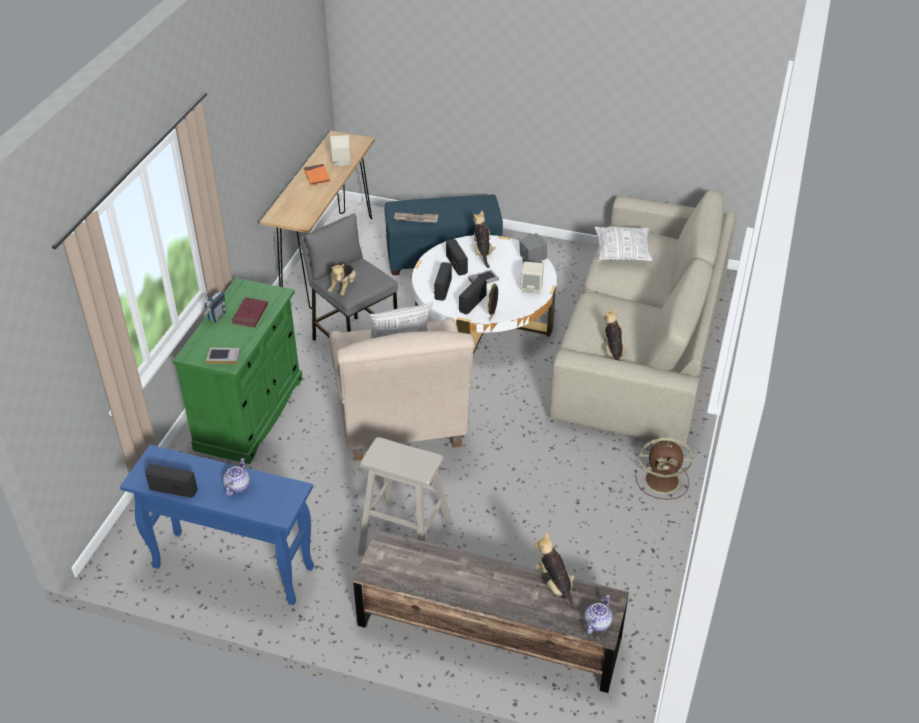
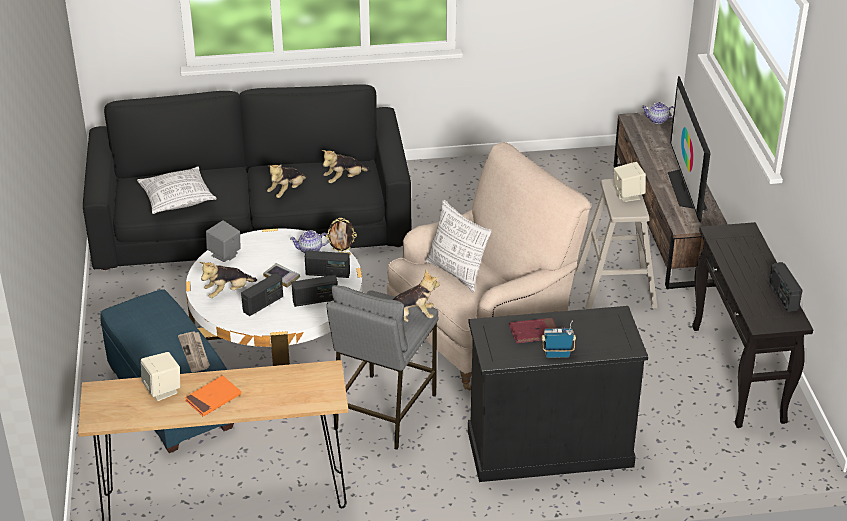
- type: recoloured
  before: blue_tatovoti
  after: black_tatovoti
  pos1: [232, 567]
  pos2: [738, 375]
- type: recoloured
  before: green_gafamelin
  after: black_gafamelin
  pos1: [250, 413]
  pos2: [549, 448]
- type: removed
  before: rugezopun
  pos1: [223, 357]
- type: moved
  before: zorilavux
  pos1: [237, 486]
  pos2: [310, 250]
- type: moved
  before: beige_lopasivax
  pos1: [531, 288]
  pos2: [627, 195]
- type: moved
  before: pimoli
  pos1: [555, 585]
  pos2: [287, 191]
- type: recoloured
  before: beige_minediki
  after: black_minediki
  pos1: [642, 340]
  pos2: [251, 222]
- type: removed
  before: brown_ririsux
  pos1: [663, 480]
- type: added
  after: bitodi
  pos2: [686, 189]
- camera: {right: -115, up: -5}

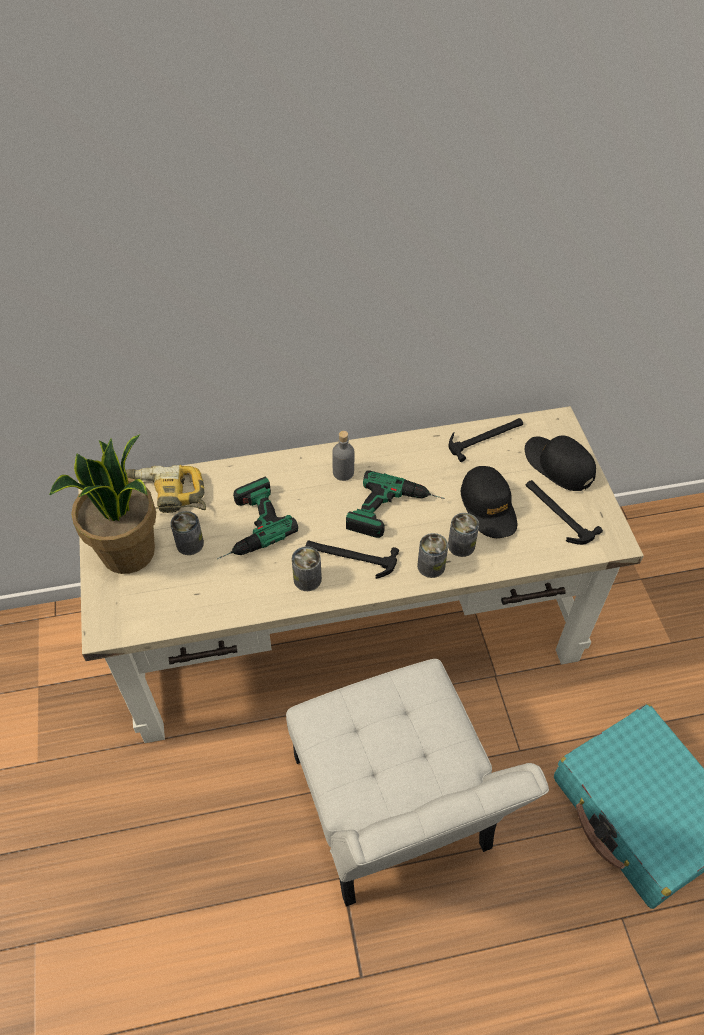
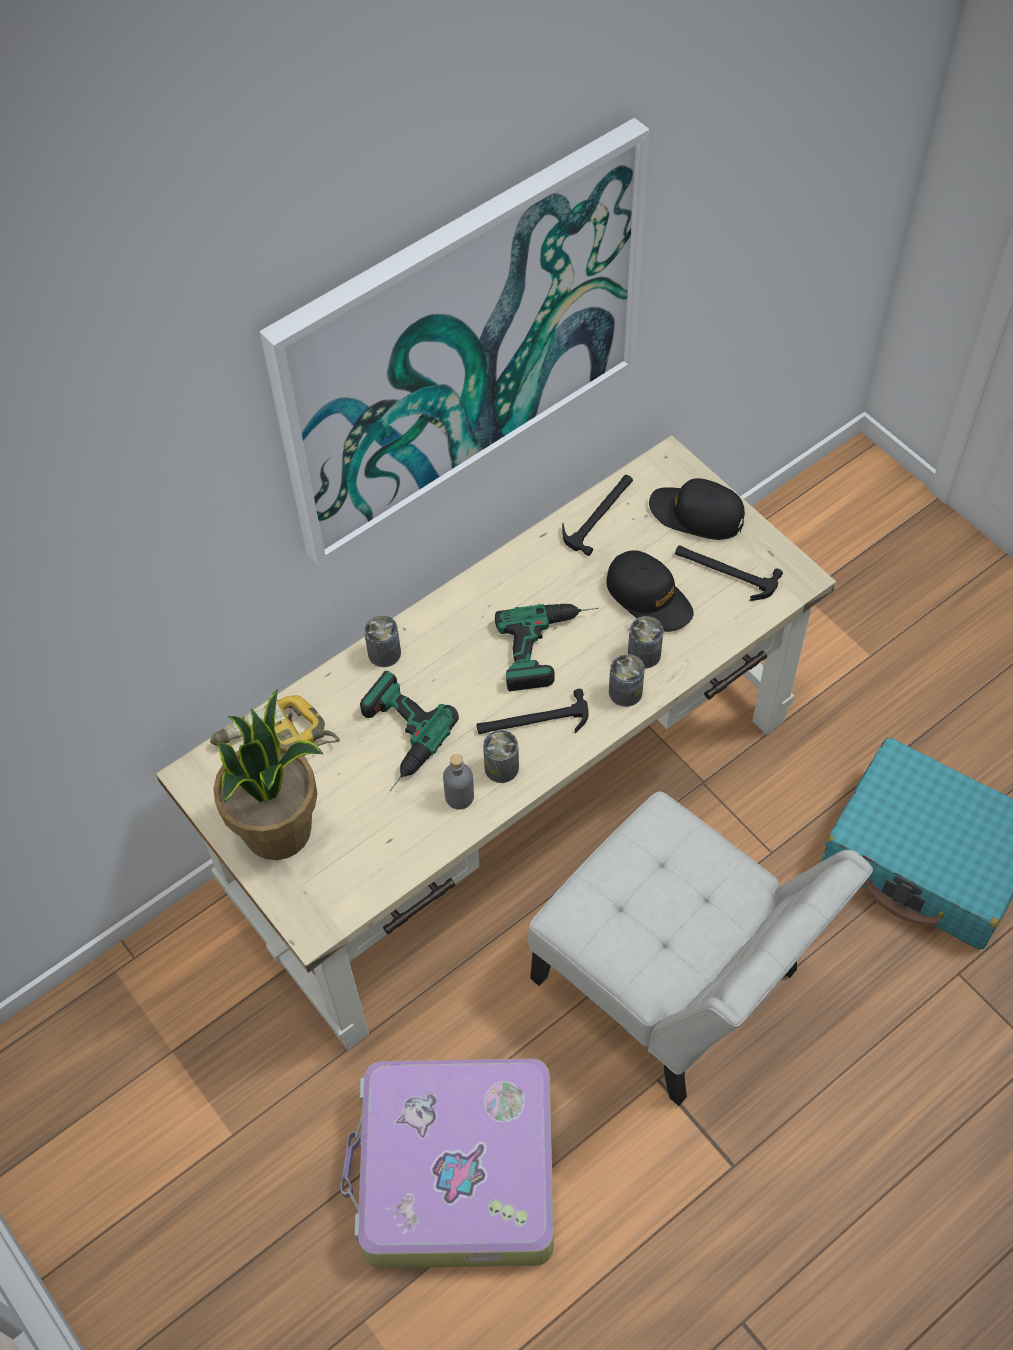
- type: moved
  before: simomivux
  pos1: [190, 544]
  pos2: [384, 653]
- type: moved
  before: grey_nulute
  pos1: [343, 472]
  pos2: [459, 796]
- type: added
  after: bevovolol
  pos2: [463, 344]
- type: added
  after: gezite
  pos2: [455, 1173]
- camera: {right: -25, up: 5}

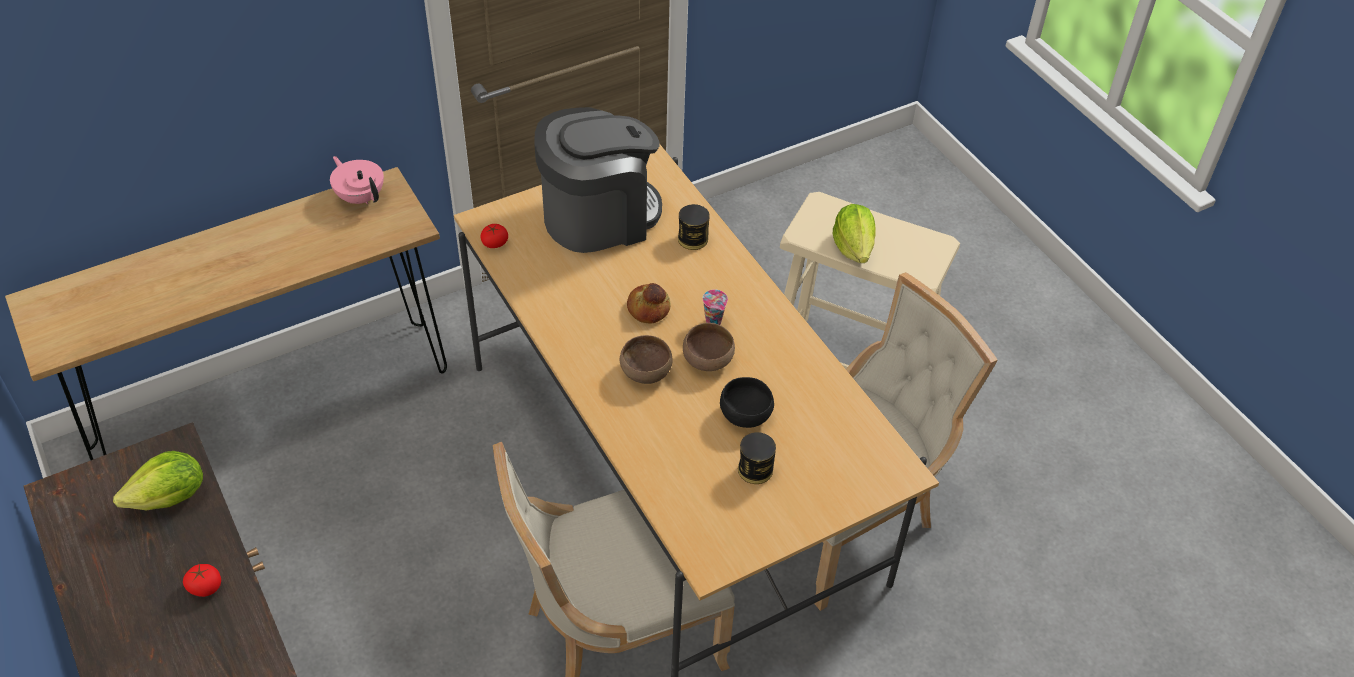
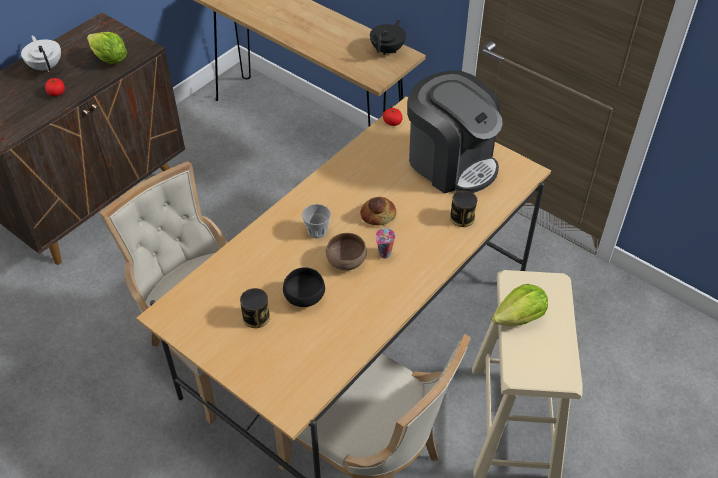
- type: recoloured
  before: pink_zorilavux
  after: black_zorilavux
  pos1: [360, 197]
  pos2: [388, 50]
- type: replaced
  before: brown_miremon
  after: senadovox
  pos1: [645, 372]
  pos2: [317, 231]
- type: added
  after: white_zorilavux
  pos2: [46, 66]
- camera: {right: 70, up: 0}

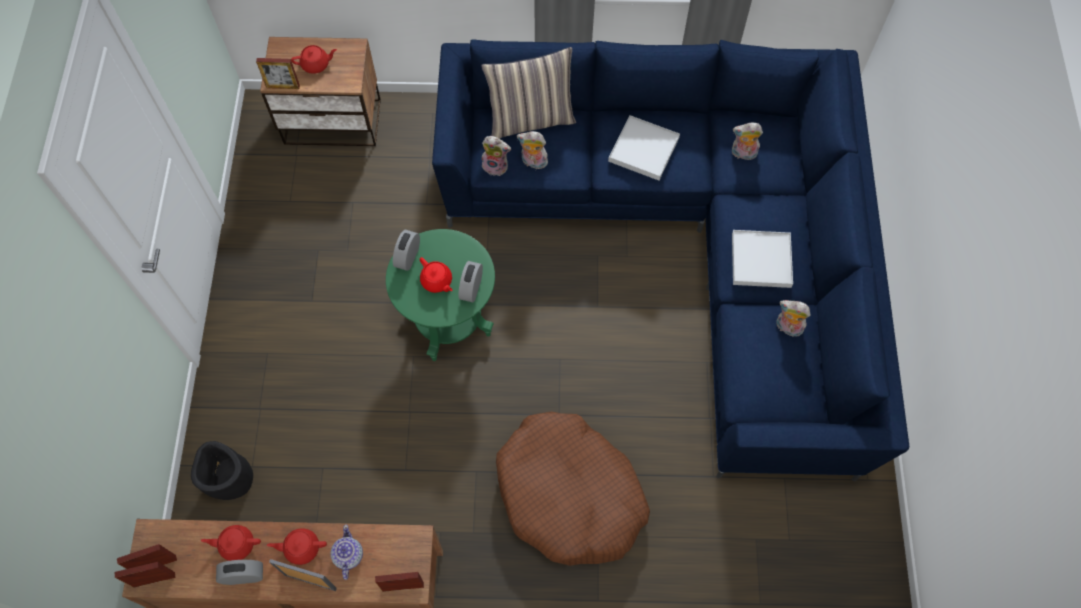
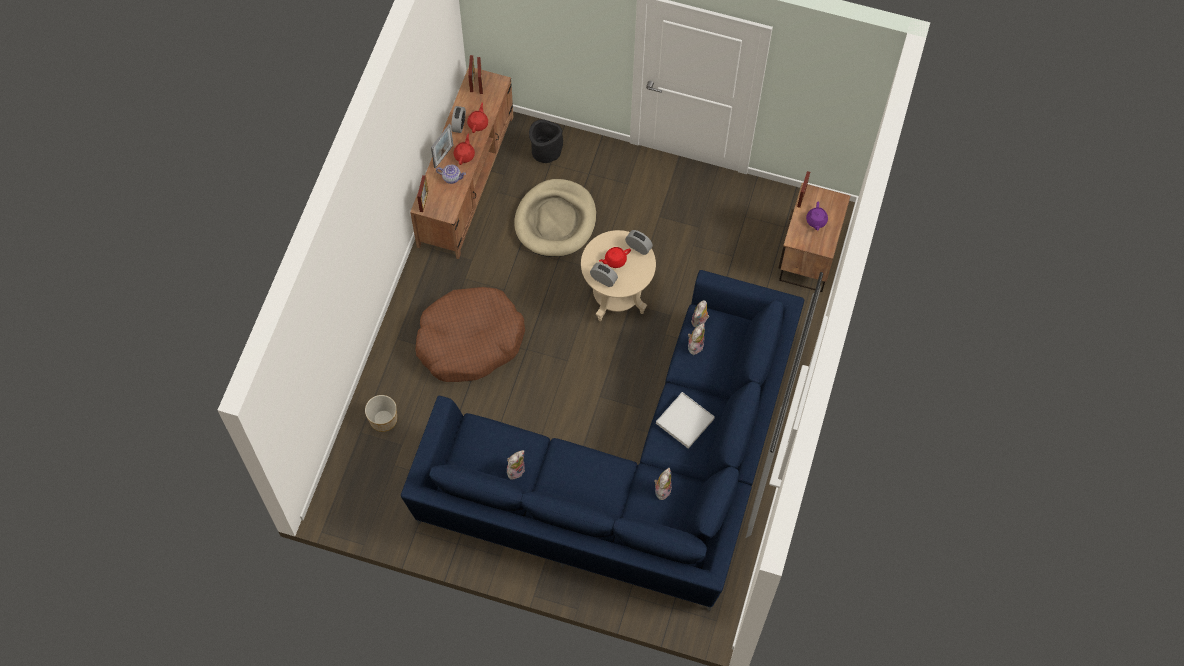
- type: recoloured
  before: red_zorilavux
  after: purple_zorilavux
  pos1: [316, 65]
  pos2: [816, 221]
- type: recoloured
  before: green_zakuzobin
  after: beige_zakuzobin
  pos1: [449, 322]
  pos2: [616, 297]
- type: removed
  before: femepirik
  pos1: [531, 119]
- type: removed
  before: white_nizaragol
  pos1: [760, 260]
- type: added
  after: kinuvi
  pos2: [383, 419]
- type: added
  after: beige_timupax
  pos2: [555, 220]
- camera: {right: 105, up: 0}

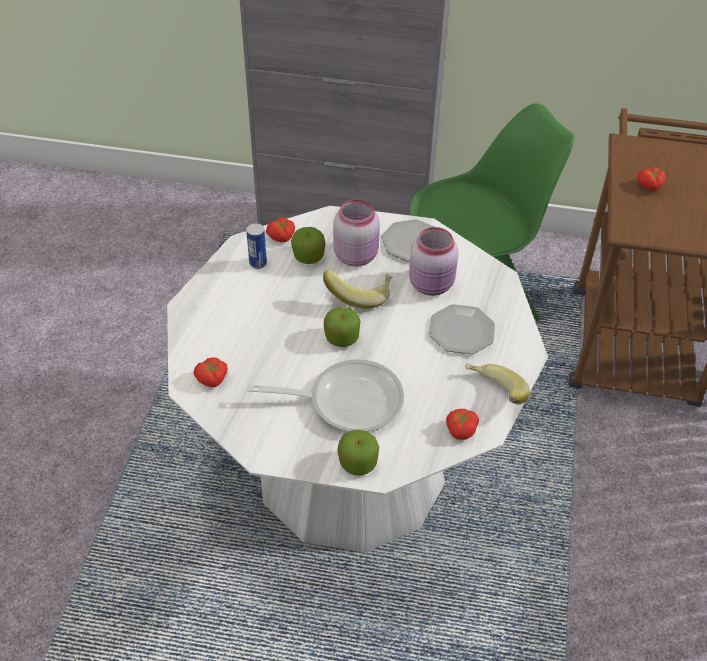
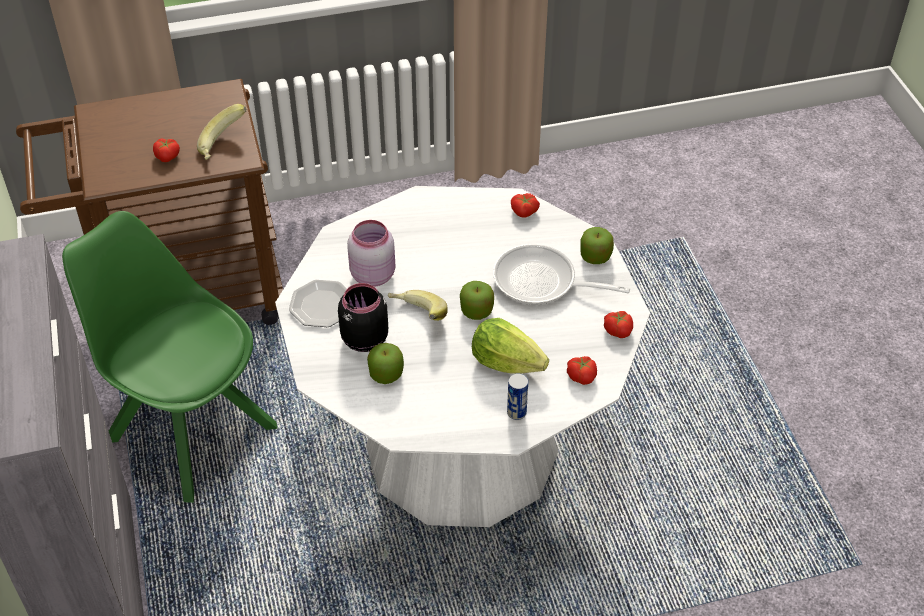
- type: moved
  before: simomivux
  pos1: [258, 263]
  pos2: [516, 413]
- type: turned
  before: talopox
  pos1: [347, 400]
  pos2: [542, 283]
  turn: -45
- type: moved
  before: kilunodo
  pos1: [281, 237]
  pos2: [618, 330]
- type: recoloured
  before: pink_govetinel
  after: black_govetinel
  pos1: [356, 255]
  pos2: [363, 339]
- type: removed
  before: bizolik
  pos1: [461, 331]
- type: moved
  before: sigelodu
  pos1: [493, 395]
  pos2: [224, 146]
- type: added
  after: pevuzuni
  pos2: [506, 362]
- camera: {right: -115, up: 0}

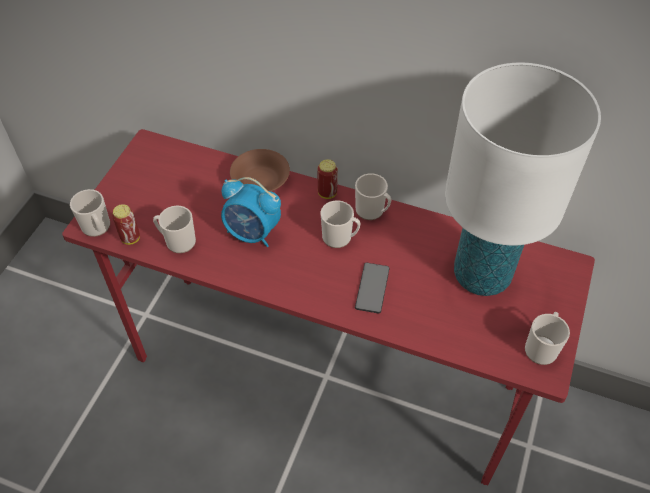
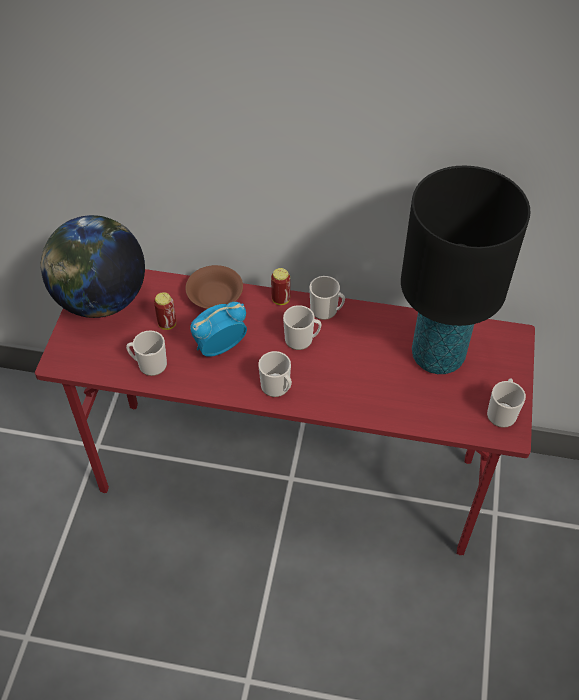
- type: moved
  before: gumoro
  pos1: [97, 228]
  pos2: [277, 388]
- type: moved
  before: simomivux
  pos1: [130, 238]
  pos2: [167, 324]
- type: turned
  before: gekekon
  pos1: [252, 233]
  pos2: [219, 347]
  turn: 135
- type: removed
  before: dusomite
  pos1: [372, 288]
- type: recoloured
  before: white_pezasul
  after: black_pezasul
  pos1: [482, 274]
  pos2: [437, 355]
- type: added
  after: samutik
  pos2: [101, 300]
- camera: {right: -10, up: 0}

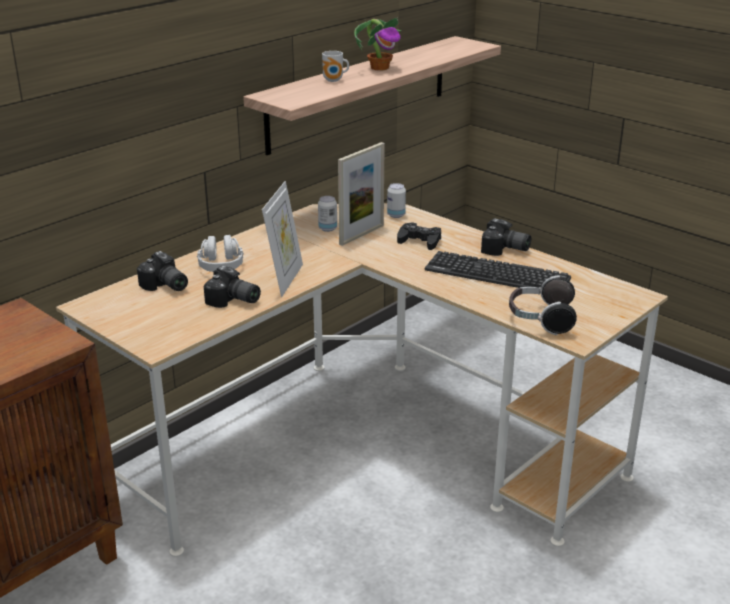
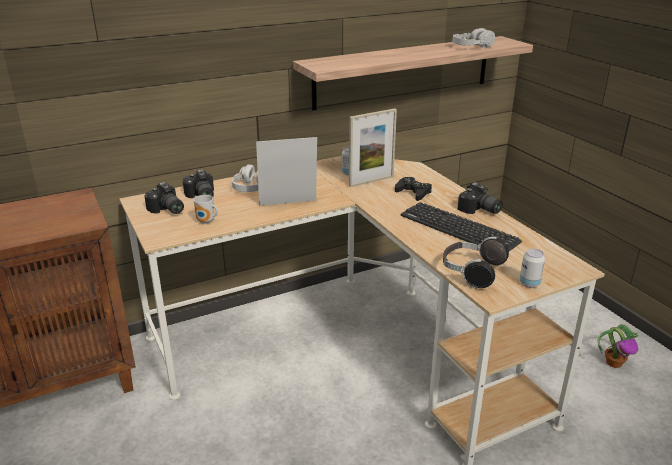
- type: moved
  before: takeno
  pos1: [233, 301]
  pos2: [166, 210]
- type: turned
  before: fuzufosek
  pos1: [285, 279]
  pos2: [288, 205]
  turn: -135
- type: moved
  before: gumoro
  pos1: [334, 80]
  pos2: [206, 222]
- type: moved
  before: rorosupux
  pos1: [380, 68]
  pos2: [614, 362]
- type: moved
  before: simomivux
  pos1: [396, 215]
  pos2: [529, 283]
- type: added
  after: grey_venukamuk
  pos2: [472, 47]
- camera: {right: 20, up: 0}

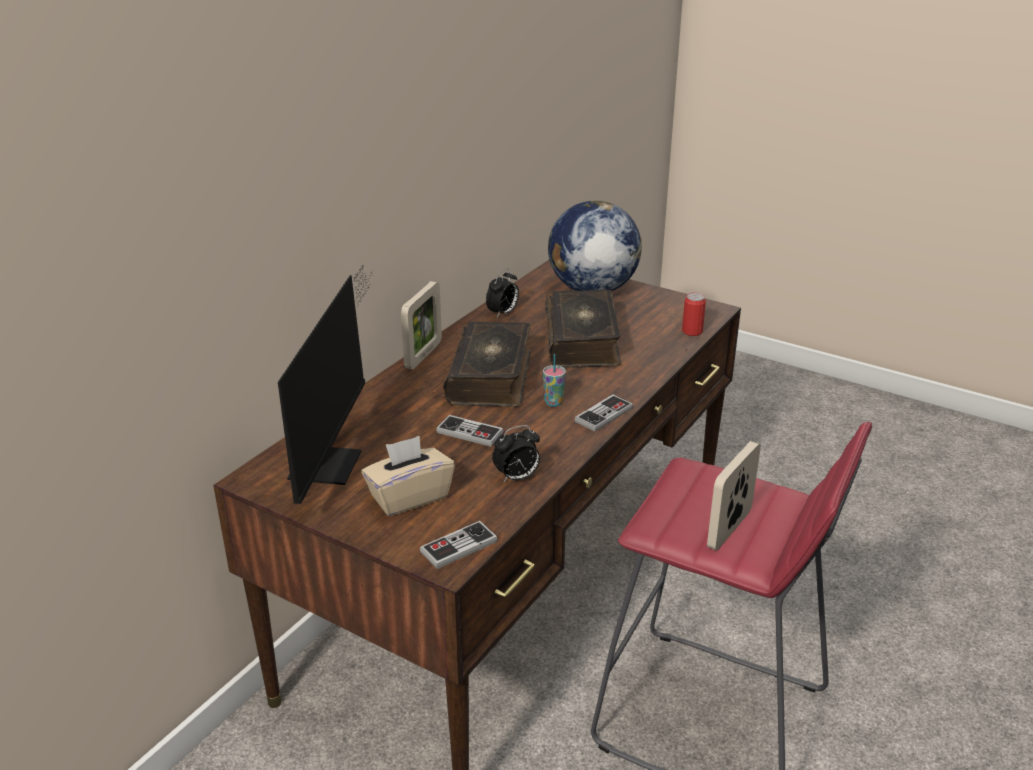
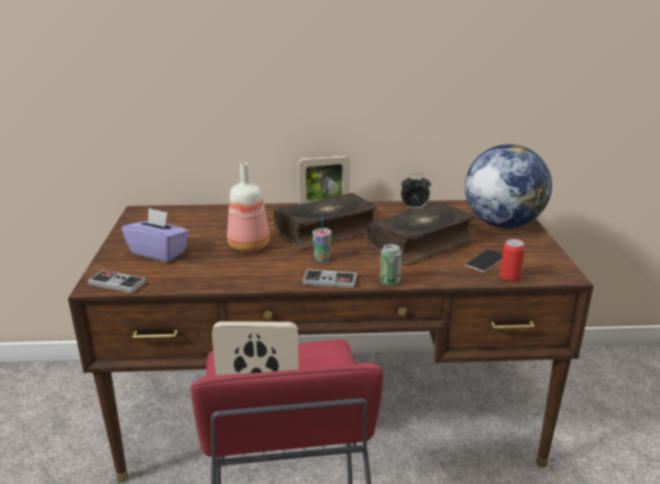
- type: removed
  before: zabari
  pos1: [331, 459]
- type: recoloured
  before: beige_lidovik
  after: purple_lidovik
  pos1: [409, 497]
  pos2: [159, 253]
- type: replaced
  before: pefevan
  after: nulute
  pos1: [470, 433]
  pos2: [250, 246]
- type: removed
  before: gekekon
  pos1: [517, 478]
- type: added
  after: simomivux
  pos2: [389, 282]
- type: added
  after: dusomite
  pos2: [485, 261]
- camera: {right: 55, up: -5}

